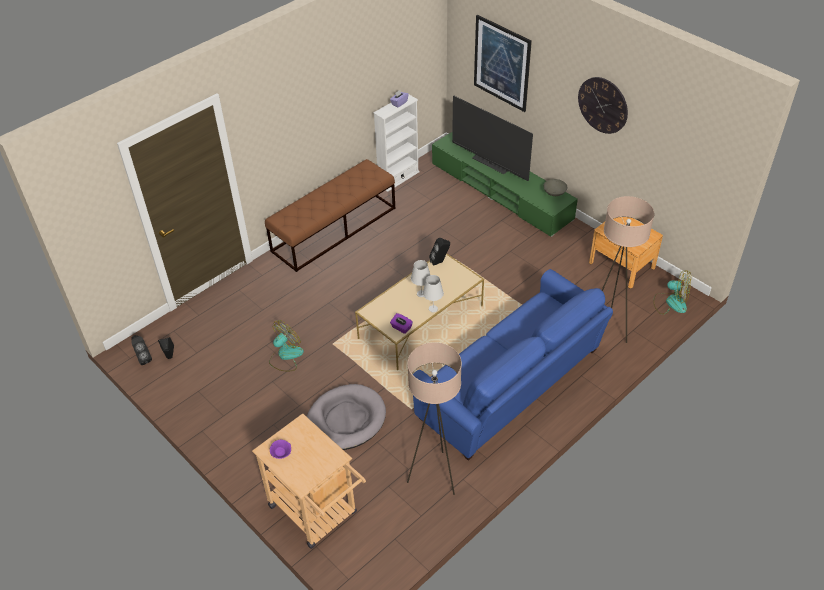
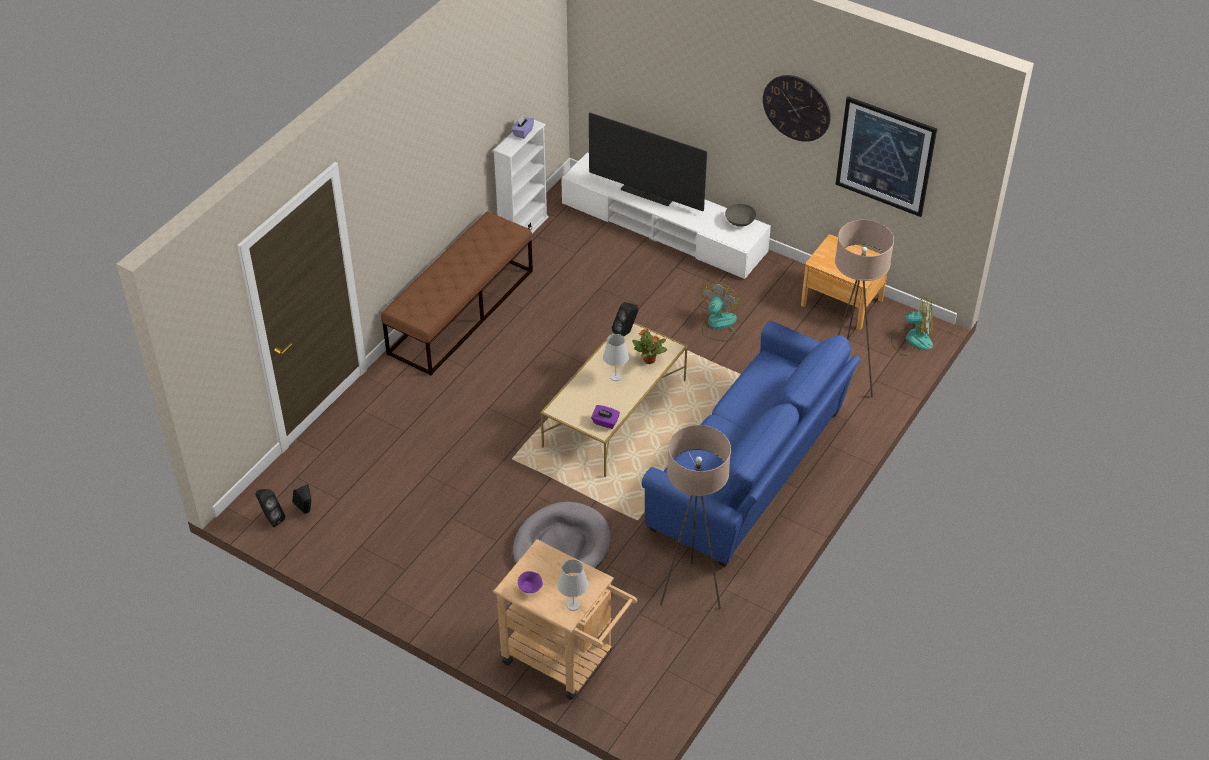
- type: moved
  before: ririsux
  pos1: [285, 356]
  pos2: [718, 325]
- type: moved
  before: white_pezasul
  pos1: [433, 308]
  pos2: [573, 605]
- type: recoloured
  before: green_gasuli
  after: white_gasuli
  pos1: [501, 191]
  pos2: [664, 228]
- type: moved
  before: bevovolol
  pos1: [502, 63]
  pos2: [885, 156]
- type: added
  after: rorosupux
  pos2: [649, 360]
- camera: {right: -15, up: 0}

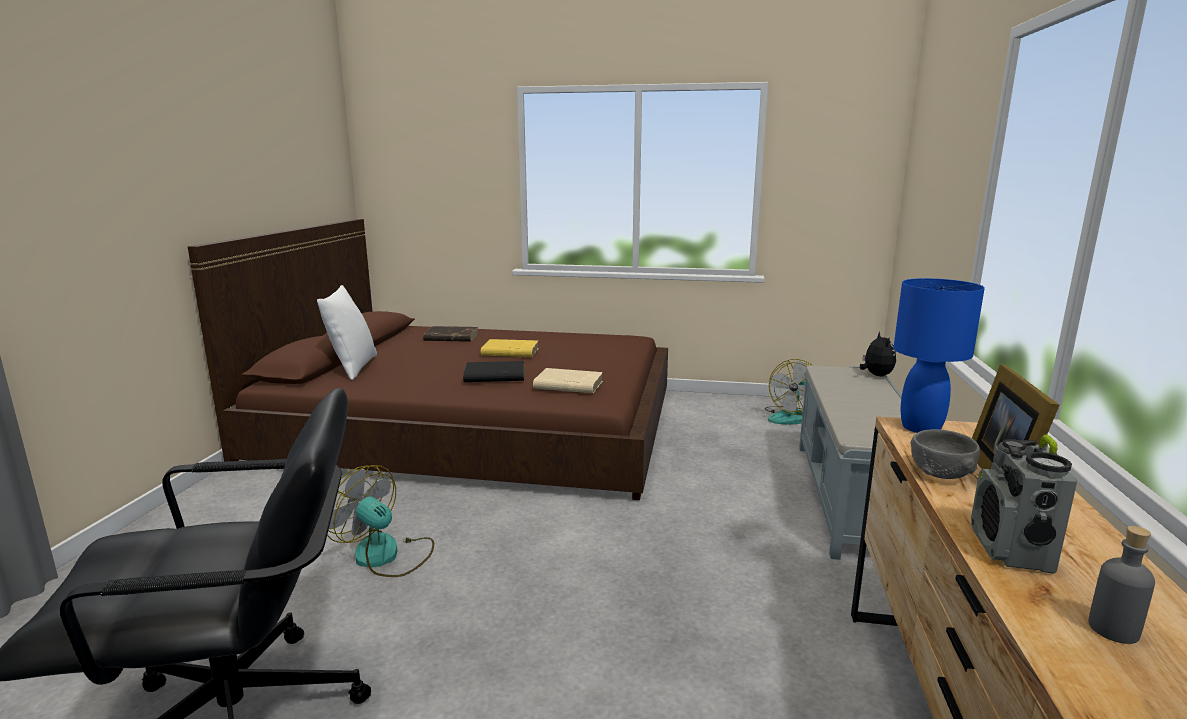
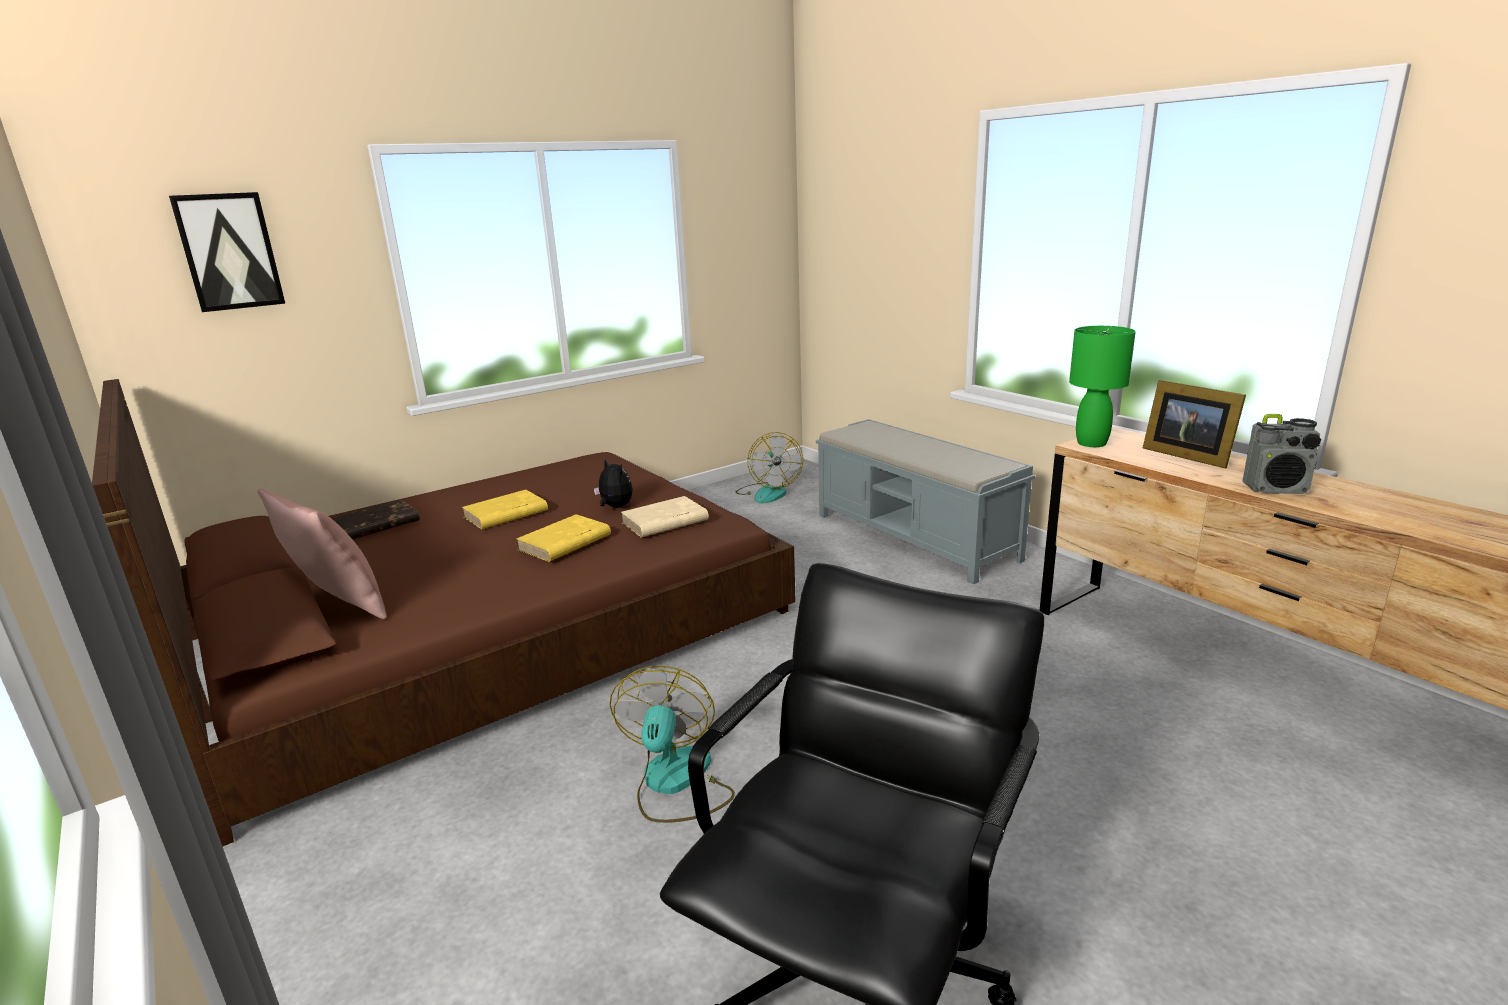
- type: recoloured
  before: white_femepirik
  after: pink_femepirik
  pos1: [352, 368]
  pos2: [338, 607]
- type: turned
  before: ririsux
  pos1: [386, 556]
  pos2: [675, 783]
  turn: 105
- type: recoloured
  before: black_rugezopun
  after: yellow_rugezopun
  pos1: [494, 376]
  pos2: [564, 543]
- type: moved
  before: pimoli
  pos1: [876, 375]
  pos2: [615, 507]
- type: recoloured
  before: blue_pezasul
  after: green_pezasul
  pos1: [921, 428]
  pos2: [1092, 443]
- type: removed
  before: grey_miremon
  pos1: [940, 474]
- type: turned
  before: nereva
  pos1: [1011, 550]
  pos2: [1276, 489]
  turn: -45
- type: removed
  before: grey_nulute
  pos1: [1113, 629]
- type: added
  after: bevovolol
  pos2: [229, 251]
- camera: {right: -45, up: 5}

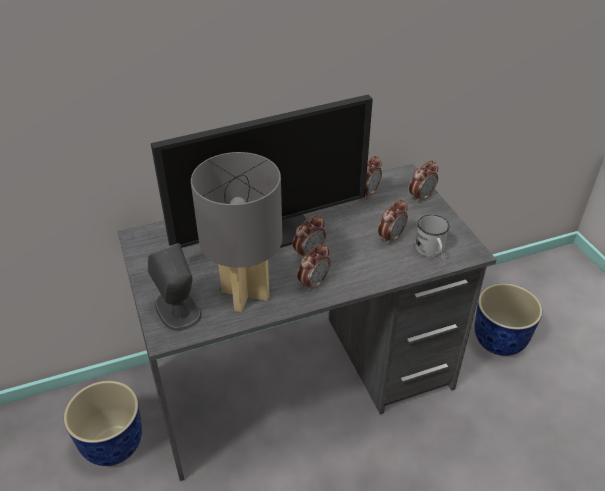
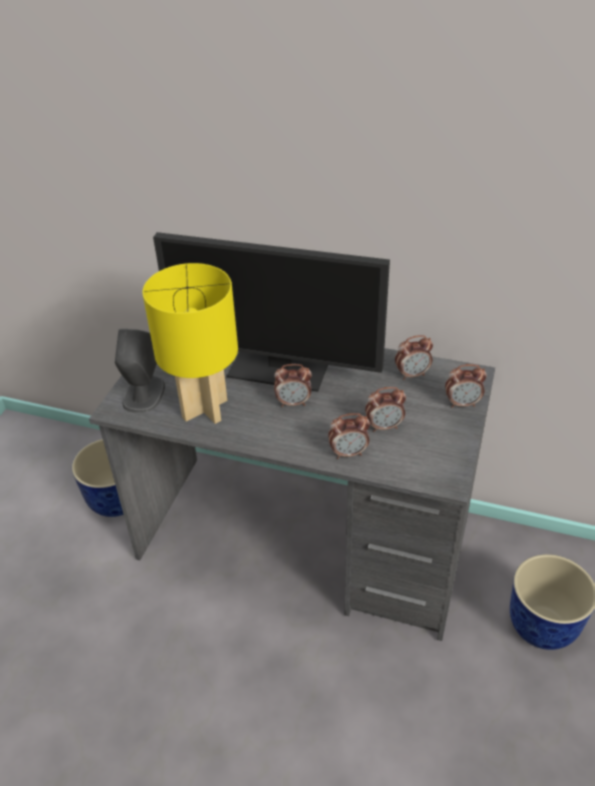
- type: recoloured
  before: grey_pezasul
  after: yellow_pezasul
  pos1: [245, 294]
  pos2: [204, 409]
- type: moved
  before: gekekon
  pos1: [314, 283]
  pos2: [348, 453]
- type: removed
  before: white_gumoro
  pos1: [431, 251]
- camera: {right: 40, up: 0}

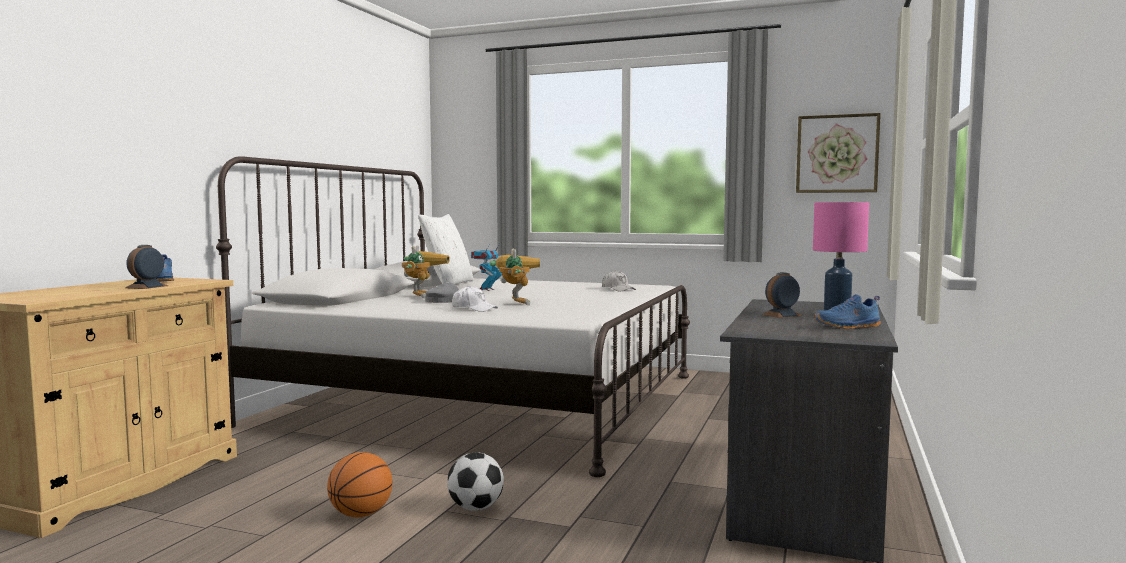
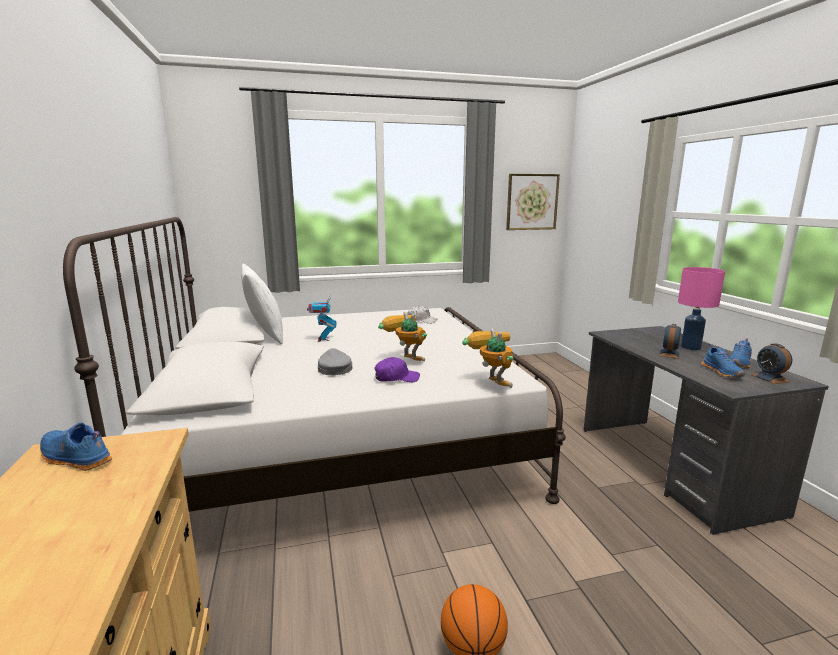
- type: moved
  before: gekekon
  pos1: [146, 287]
  pos2: [770, 378]
- type: moved
  before: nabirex
  pos1: [421, 296]
  pos2: [490, 382]
- type: removed
  before: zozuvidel
  pos1: [476, 508]
- type: recoloured
  before: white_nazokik
  after: purple_nazokik
  pos1: [474, 309]
  pos2: [396, 378]
- type: added
  after: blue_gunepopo
  pos2: [723, 372]
- camera: {right: -35, up: 10}

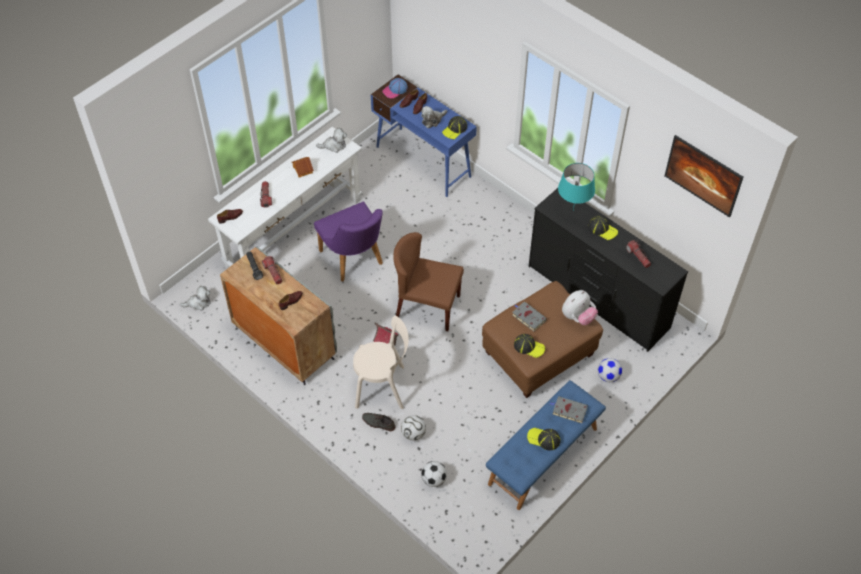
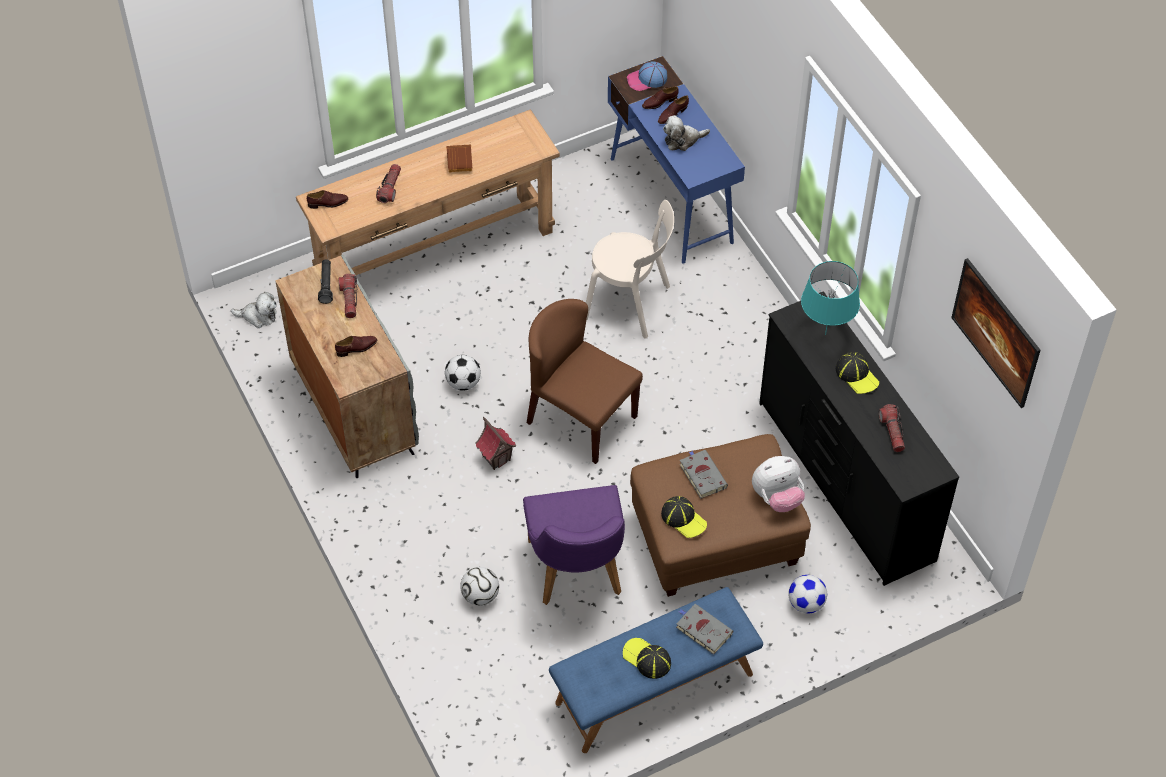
- type: recoloured
  before: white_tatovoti
  after: brown_tatovoti
  pos1: [294, 232]
  pos2: [435, 252]
- type: moved
  before: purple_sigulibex
  pos1: [354, 261]
  pos2: [577, 575]
- type: removed
  before: pimoli
  pos1: [334, 145]
- type: moved
  before: beige_sigulibex
  pos1: [383, 387]
  pos2: [630, 304]
- type: removed
  before: grey_gunepopo
  pos1: [378, 423]
- type: moved
  before: zozuvidel
  pos1: [434, 479]
  pos2: [463, 383]
- type: removed
  before: nazokik
  pos1: [454, 129]
- camera: {right: 20, up: 0}

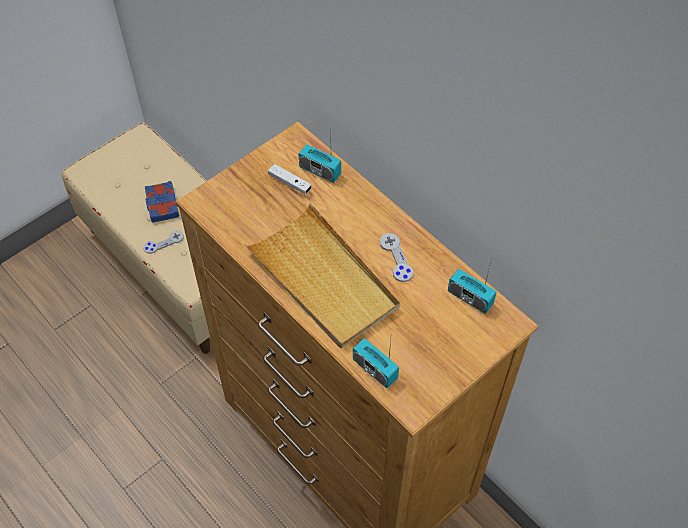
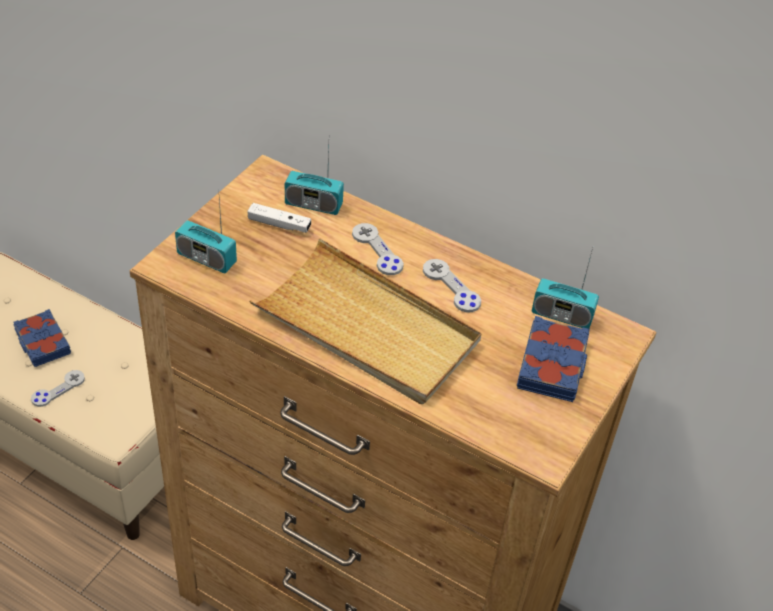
- type: moved
  before: nereva
  pos1: [375, 369]
  pos2: [206, 258]
- type: added
  after: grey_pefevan
  pos2: [377, 250]
- type: added
  after: blue_rugezopun
  pos2: [553, 365]
- camera: {right: -20, up: -10}

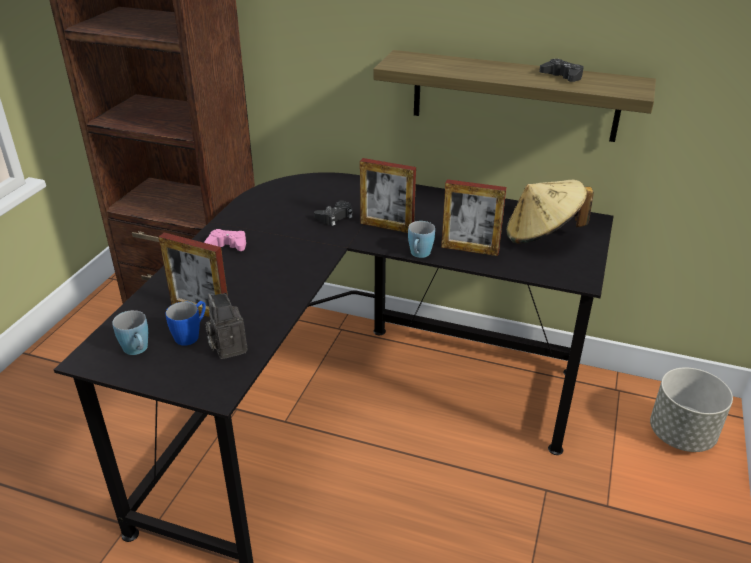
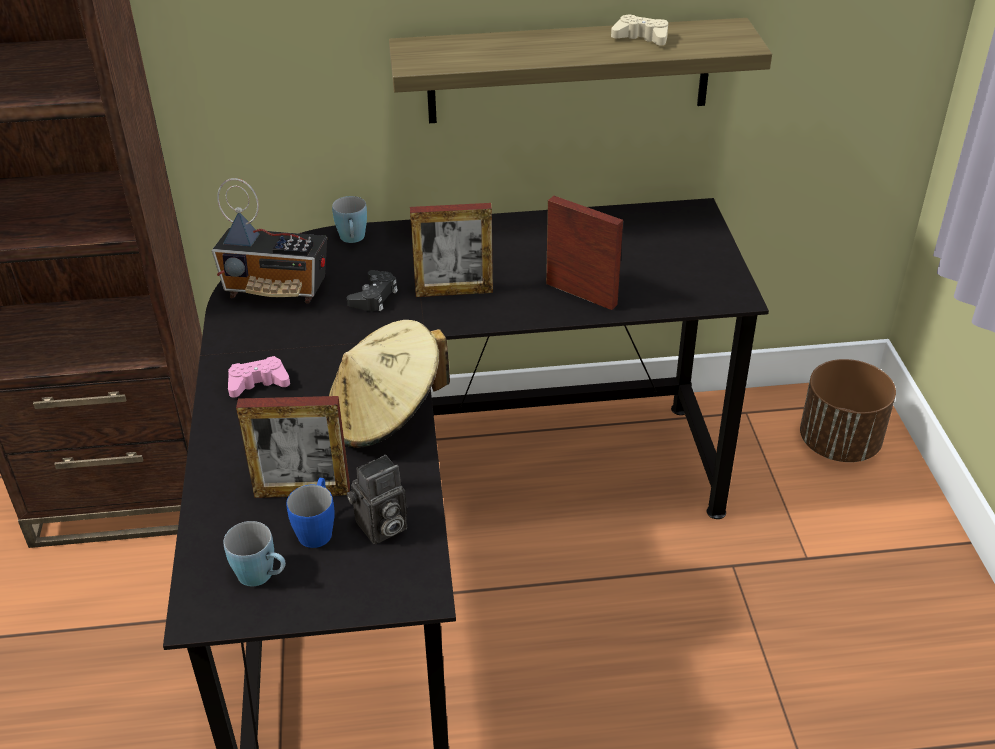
- type: turned
  before: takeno
  pos1: [227, 347]
  pos2: [380, 528]
  turn: -75
- type: moved
  before: blue_gumoro
  pos1: [419, 255]
  pos2: [353, 239]
- type: turned
  before: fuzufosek
  pos1: [469, 249]
  pos2: [581, 294]
  turn: -135
- type: moved
  before: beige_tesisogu
  pos1: [542, 235]
  pos2: [386, 416]
- type: recoloured
  before: black_pefevan
  after: beige_pefevan
  pos1: [562, 76]
  pos2: [641, 38]
- type: recoloured
  before: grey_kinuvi
  after: brown_kinuvi
  pos1: [681, 435]
  pos2: [839, 444]
- type: added
  after: nereva
  pos2: [277, 290]
- camera: {right: -25, up: 5}

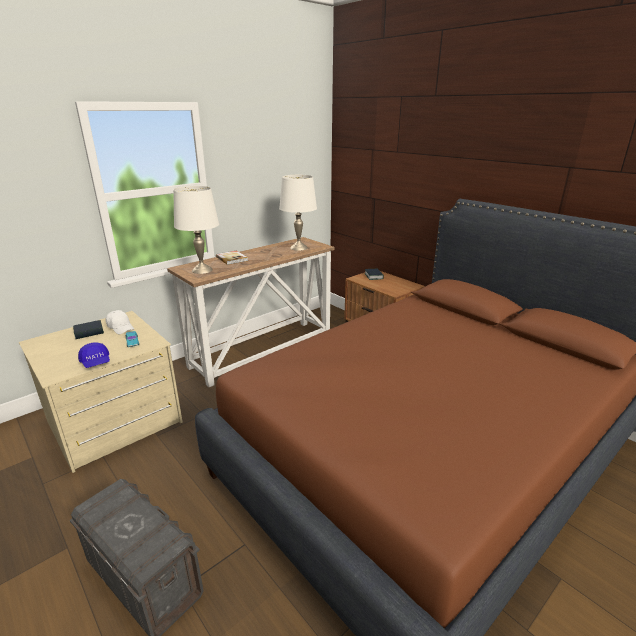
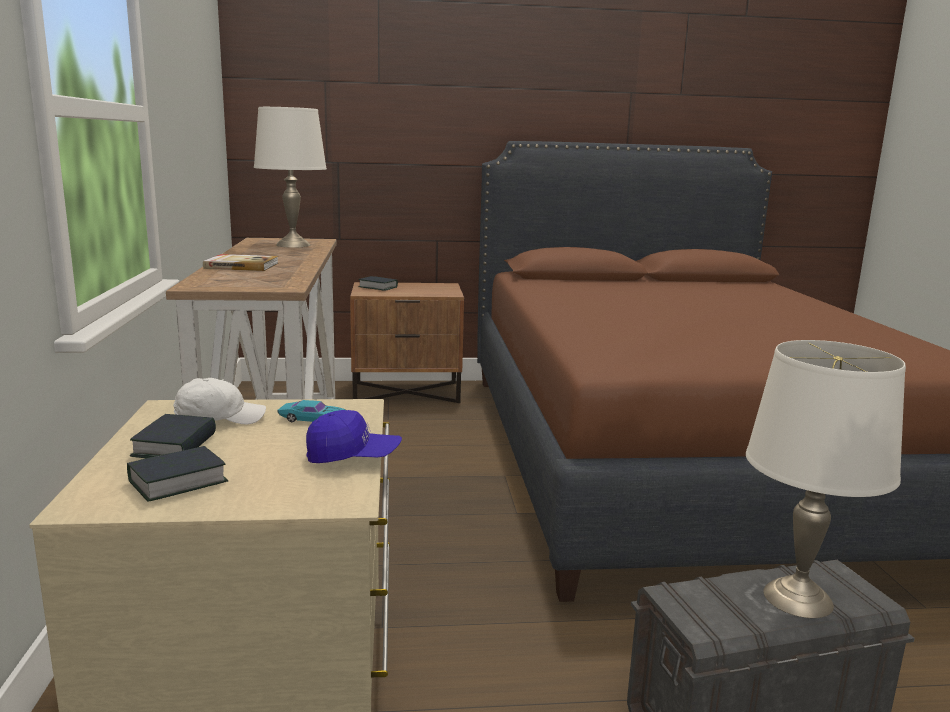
- type: moved
  before: white_pezasul
  pos1: [202, 270]
  pos2: [797, 597]
- type: added
  after: rugezopun
  pos2: [178, 481]
- camera: {right: -55, up: -10}

